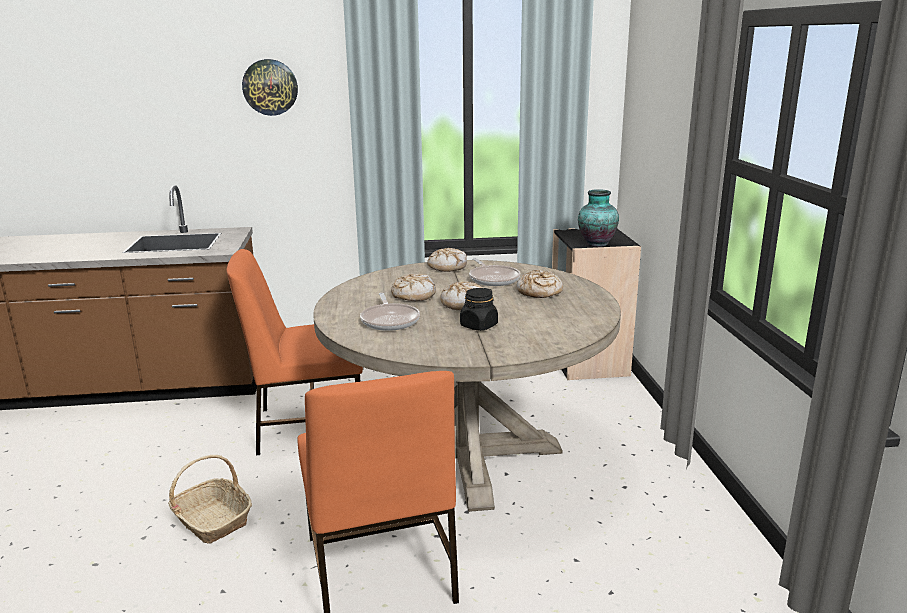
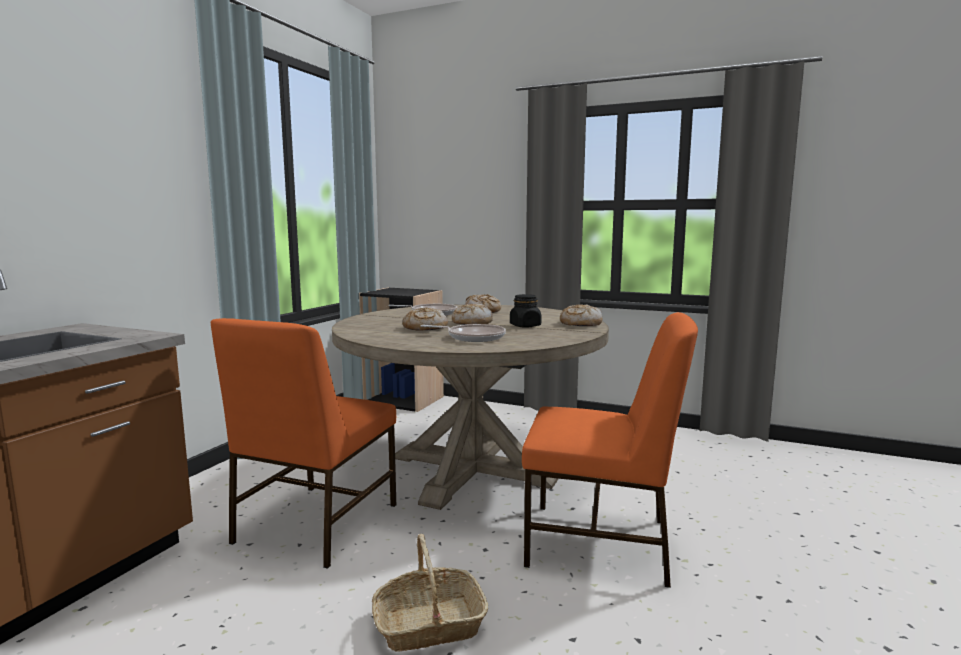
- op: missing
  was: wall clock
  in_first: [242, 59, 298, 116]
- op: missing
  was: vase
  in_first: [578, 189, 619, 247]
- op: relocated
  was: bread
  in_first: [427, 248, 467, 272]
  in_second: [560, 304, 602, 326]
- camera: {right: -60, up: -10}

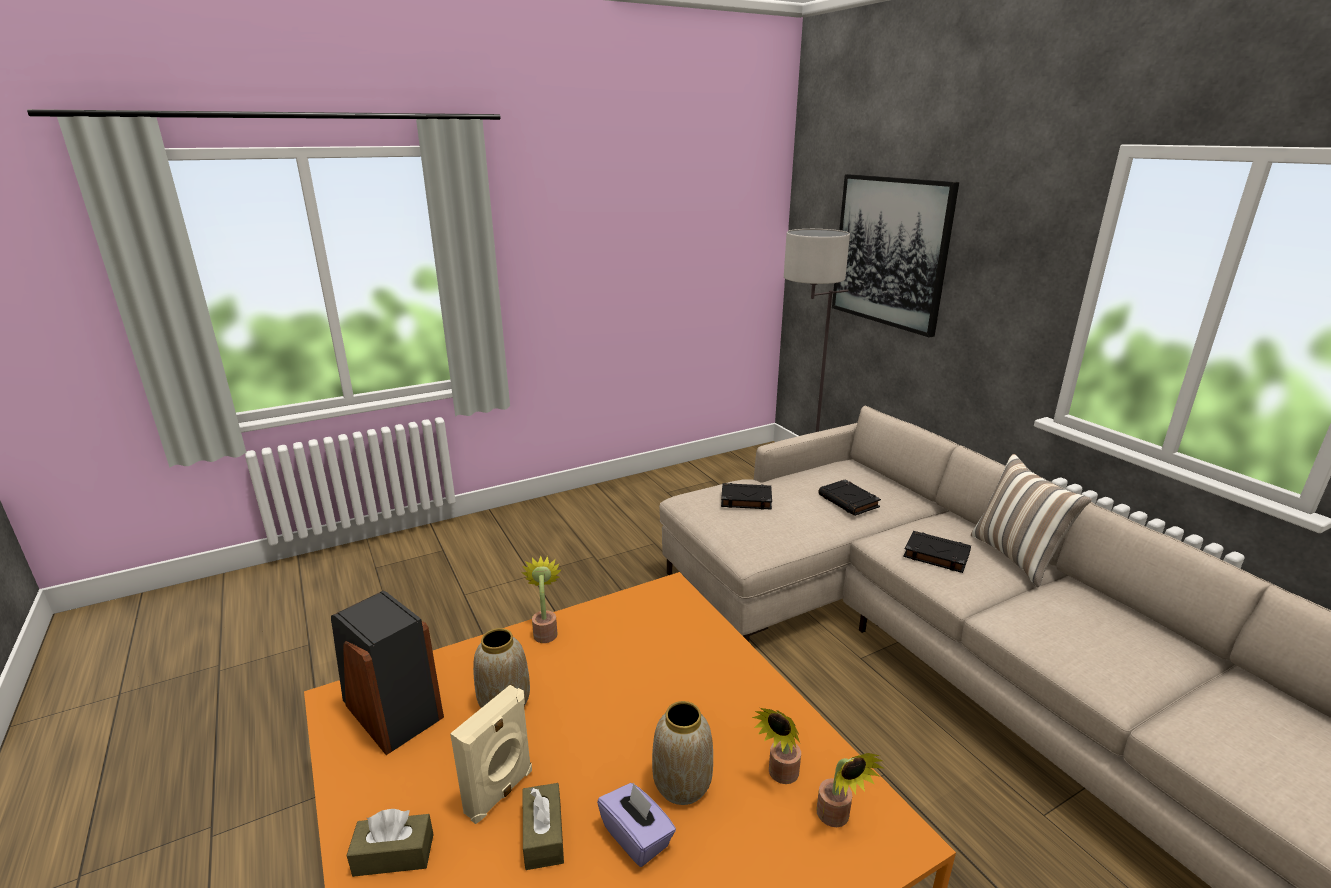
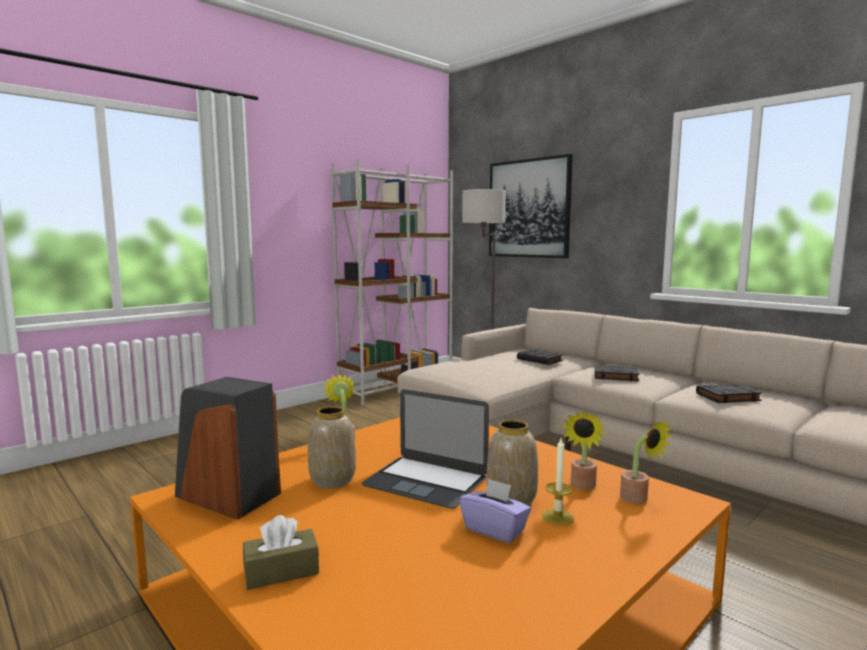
- op: missing
  was: beige speaker
  in_first: [450, 685, 532, 824]
- op: missing
  was: brown tissue box
  in_first: [523, 783, 564, 870]
- op: missing
  was: pillow
  in_first: [971, 454, 1092, 587]
- op: appeared
  now: brown bookcase
  in_second: [331, 159, 453, 406]
- op: appeared
  now: laptop
  in_second: [362, 389, 489, 509]
- op: appeared
  now: candle
  in_second: [542, 438, 574, 525]
- op: relocated
  was: black book
  in_first: [721, 483, 772, 510]
  in_second: [696, 384, 762, 403]
- camera: {right: -15, up: -15}

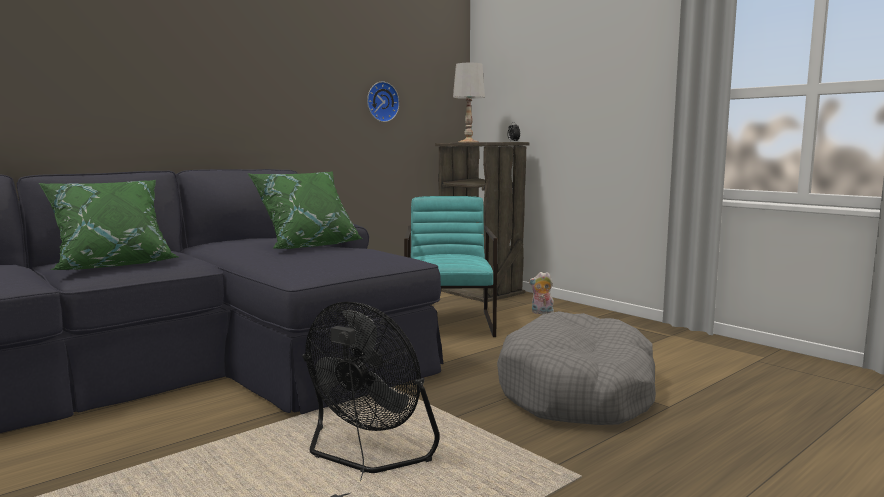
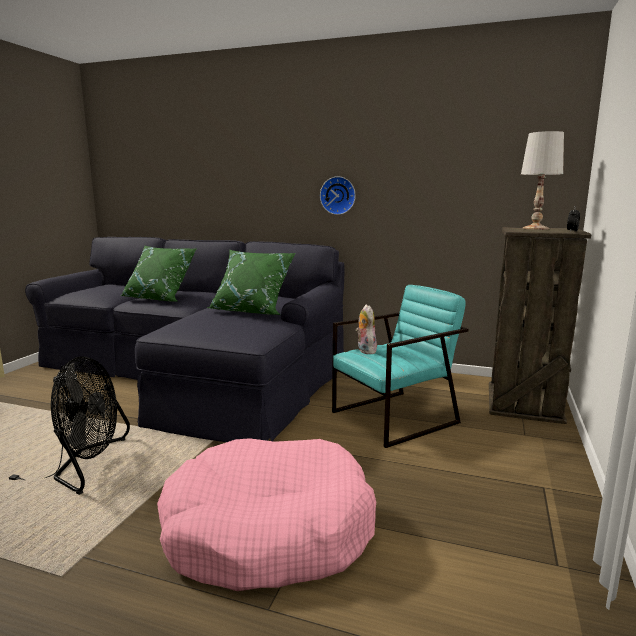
- op: relocated
  was: wall clock
  in_first: [367, 82, 399, 122]
  in_second: [320, 176, 356, 215]
- op: relocated
  was: plush toy
  in_first: [529, 272, 554, 315]
  in_second: [356, 304, 377, 354]
- op: colour
  was: grey dog bed
  now: pink dog bed
  in_first: [497, 311, 656, 425]
  in_second: [157, 438, 376, 591]
- camera: {right: 60, up: 5}

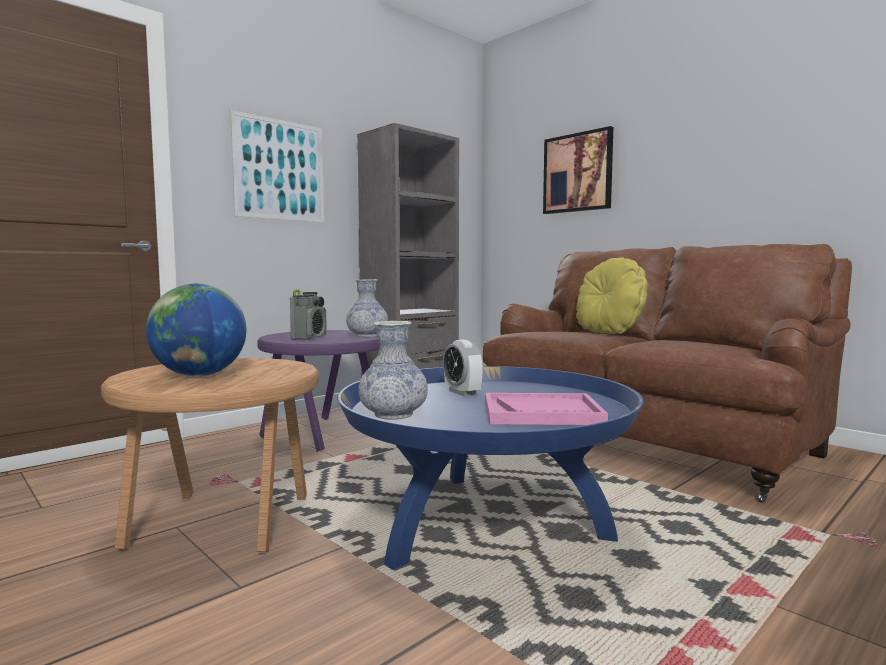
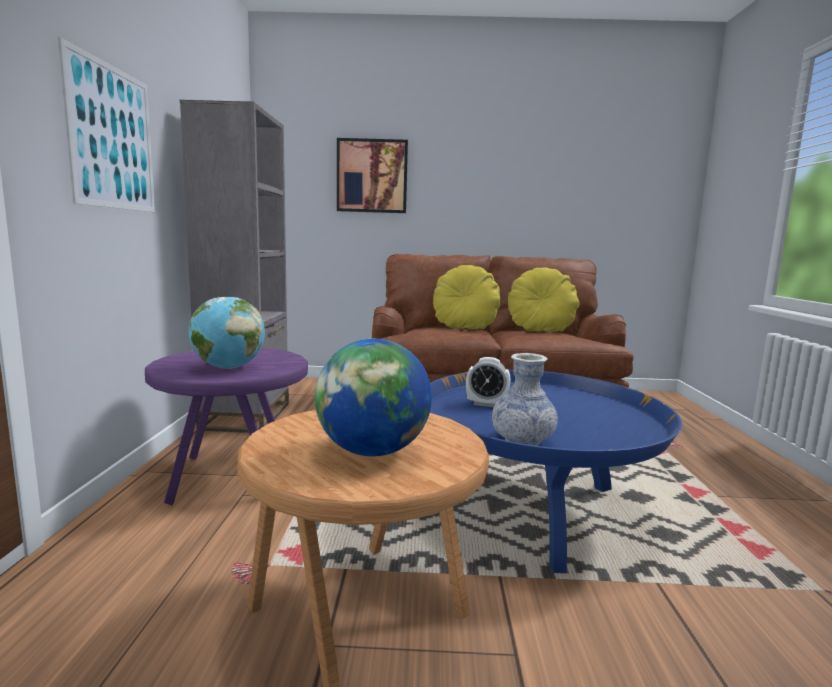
- op: missing
  was: vase
  in_first: [346, 279, 388, 337]
- op: missing
  was: pink tray
  in_first: [485, 393, 608, 425]
- op: appeared
  now: yellow pillow
  in_second: [508, 267, 580, 332]
- op: exchanged
  was: radio
  now: globe
  in_first: [290, 289, 327, 340]
  in_second: [189, 297, 265, 369]
- camera: {right: -45, up: 5}

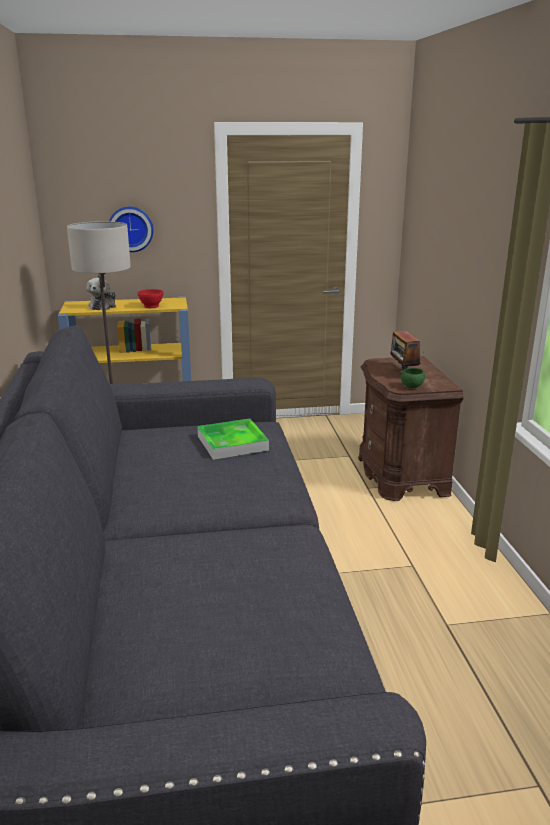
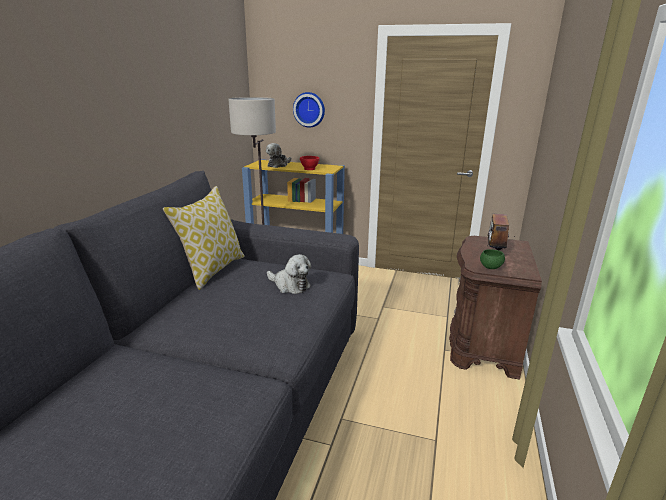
- op: appeared
  now: pillow
  in_second: [163, 186, 245, 290]
- op: exchanged
  was: tray
  now: plush toy
  in_first: [197, 418, 269, 460]
  in_second: [267, 254, 311, 294]
- camera: {right: 25, up: 0}

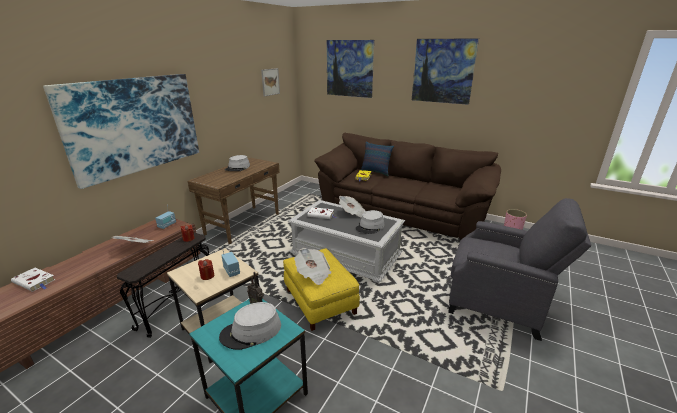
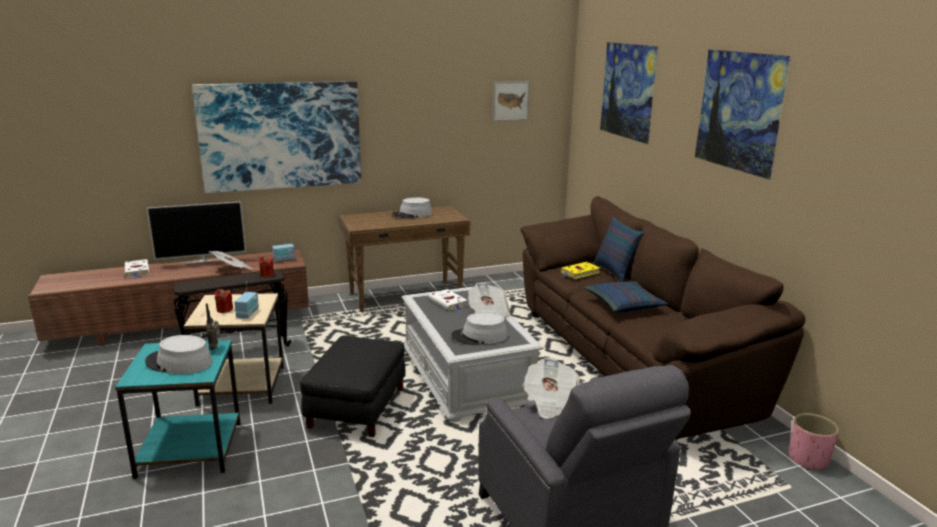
- op: appeared
  now: television
  in_second: [147, 201, 246, 264]
- op: appeared
  now: blue pillow
  in_second: [585, 281, 668, 312]
- op: relocated
  was: newspaper
  in_first: [294, 248, 332, 285]
  in_second: [523, 358, 580, 419]
- op: colour
  was: yellow ottoman
  now: black ottoman
  in_first: [283, 248, 360, 331]
  in_second: [300, 335, 405, 437]
- camera: {right: 40, up: -5}

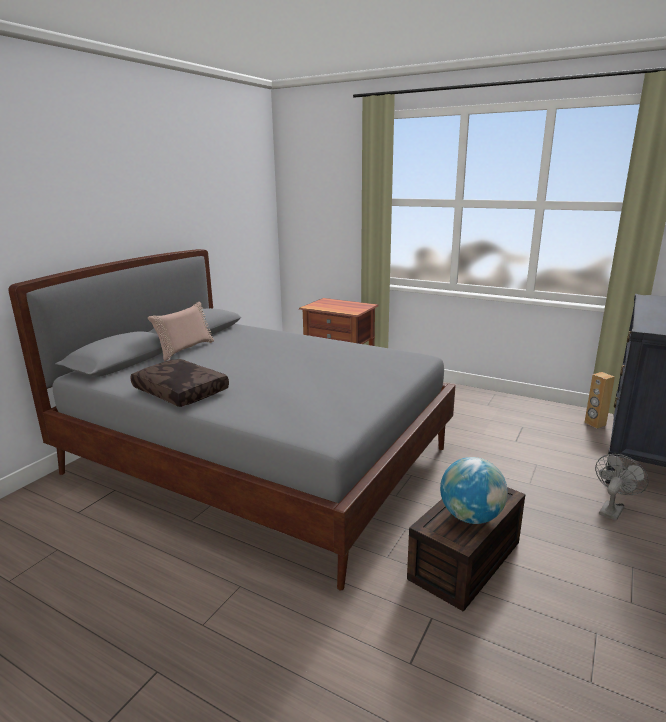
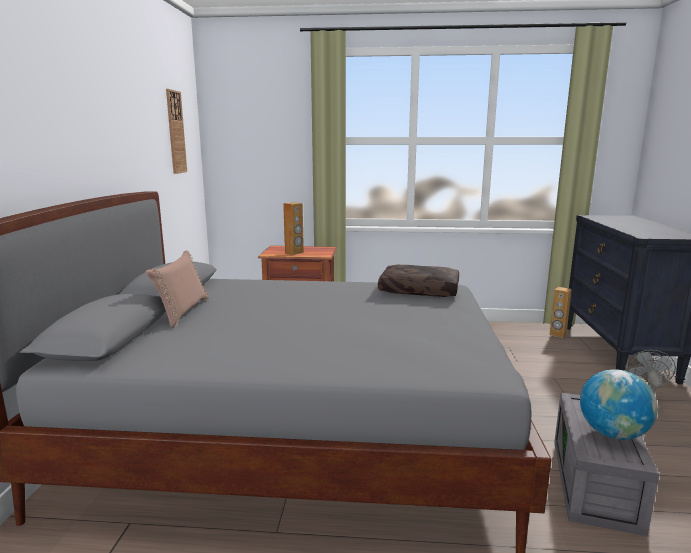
- op: appeared
  now: wall clock
  in_second: [166, 89, 187, 174]
- op: appeared
  now: brown speaker
  in_second: [283, 202, 304, 255]
- op: relocated
  was: brown pillow
  in_first: [130, 359, 229, 407]
  in_second: [378, 265, 459, 297]
- op: colour
  was: brown storage box
  now: grey storage box
  in_first: [407, 487, 525, 612]
  in_second: [554, 393, 659, 536]
- camera: {right: -25, up: -5}

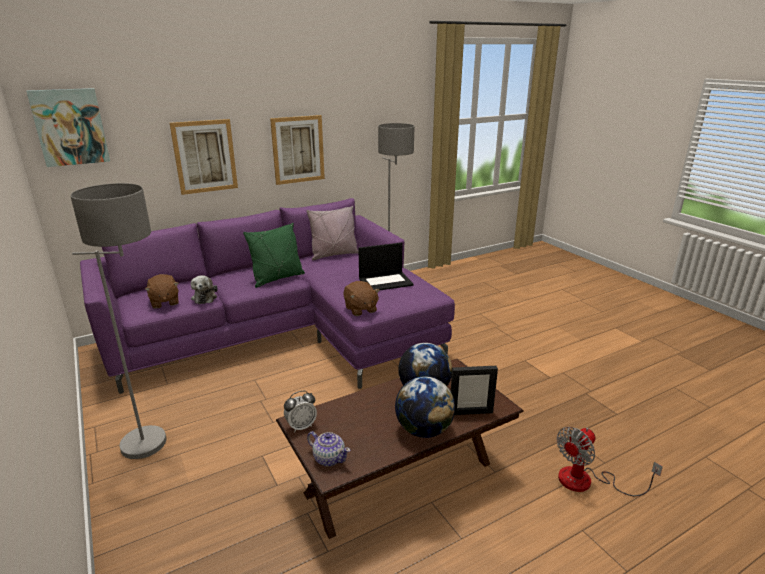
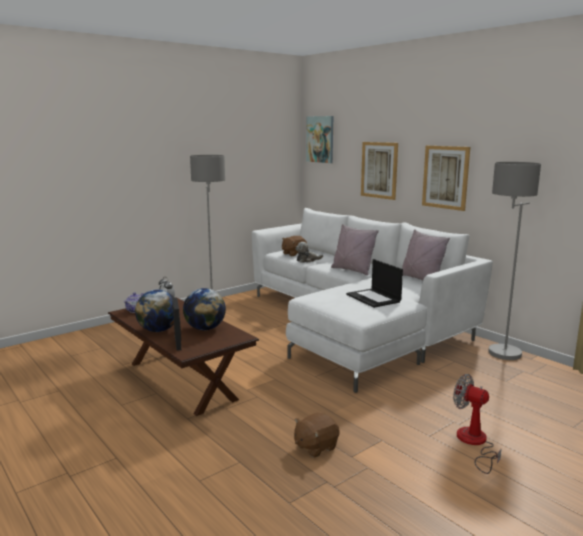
- op: relocated
  was: brown plush toy
  in_first: [343, 281, 380, 316]
  in_second: [294, 413, 340, 458]
- op: relocated
  was: fan
  in_first: [557, 427, 663, 496]
  in_second: [453, 374, 502, 474]
- op: colour
  was: purple sofa
  now: white sofa
  in_first: [80, 198, 455, 394]
  in_second: [252, 208, 493, 393]
- op: colour
  was: green pillow
  now: purple pillow
  in_first: [243, 223, 305, 288]
  in_second: [331, 224, 379, 275]
- camera: {right: 80, up: -10}

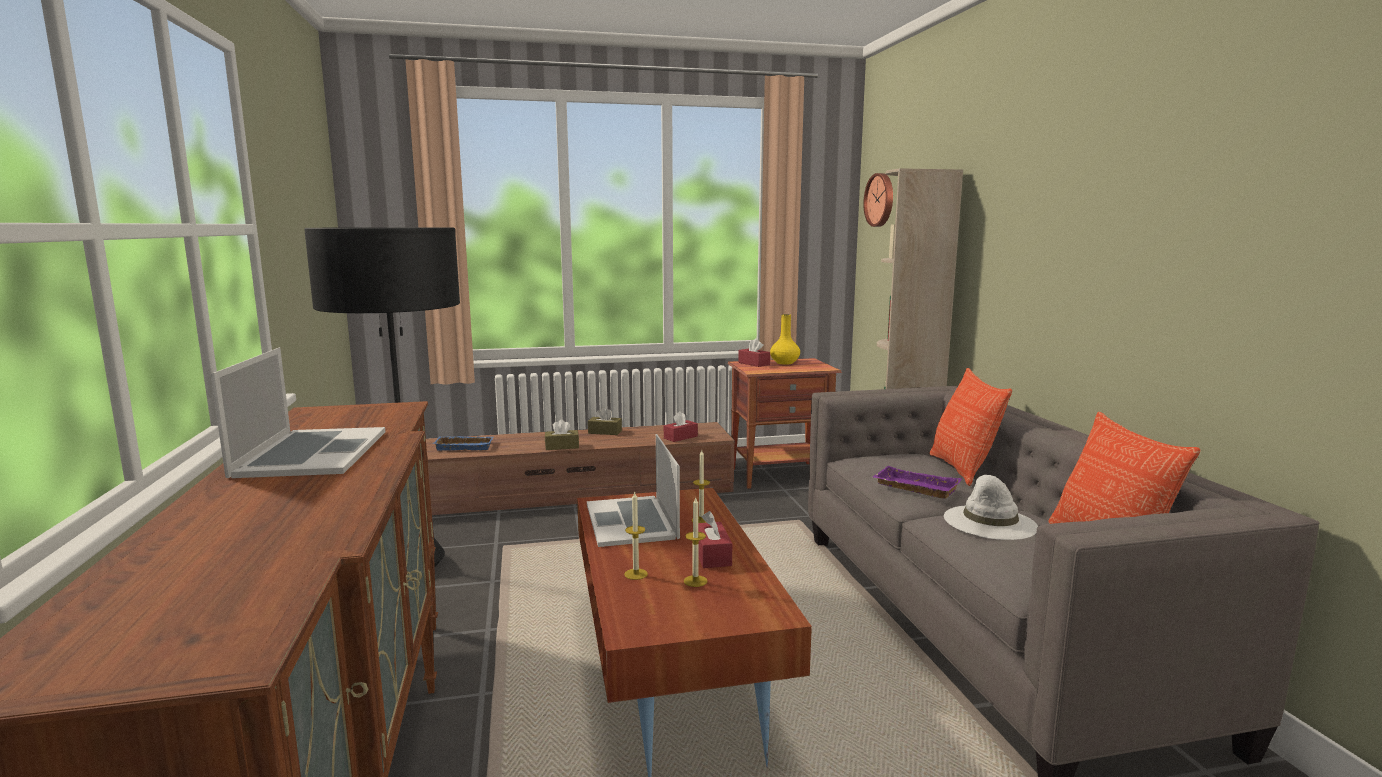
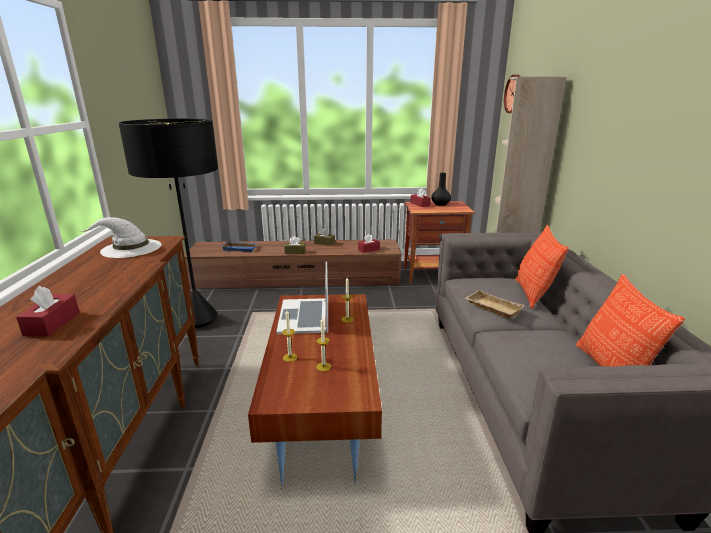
- op: missing
  was: laptop
  in_first: [211, 347, 385, 478]
- op: relocated
  was: red tissue box
  in_first: [698, 511, 732, 568]
  in_second: [16, 286, 79, 337]
- op: relocated
  was: white hat
  in_first: [944, 475, 1038, 540]
  in_second: [82, 217, 162, 258]
- op: colour
  was: yellow vase
  now: black vase
  in_first: [770, 314, 800, 365]
  in_second: [431, 173, 451, 206]
- op: colour
  was: purple tray
  now: beige tray
  in_first: [873, 466, 961, 499]
  in_second: [465, 290, 525, 319]
- camera: {right: 10, up: 10}

